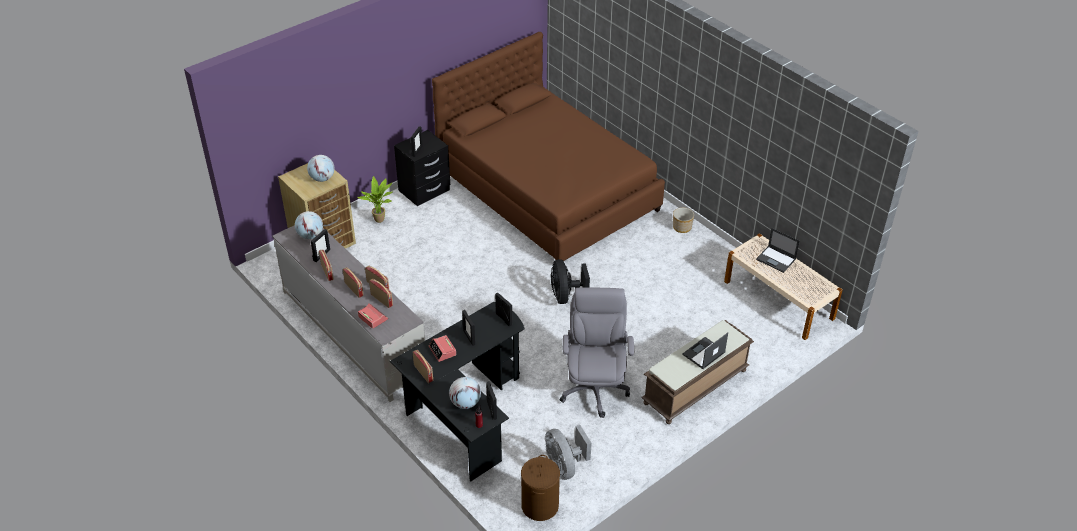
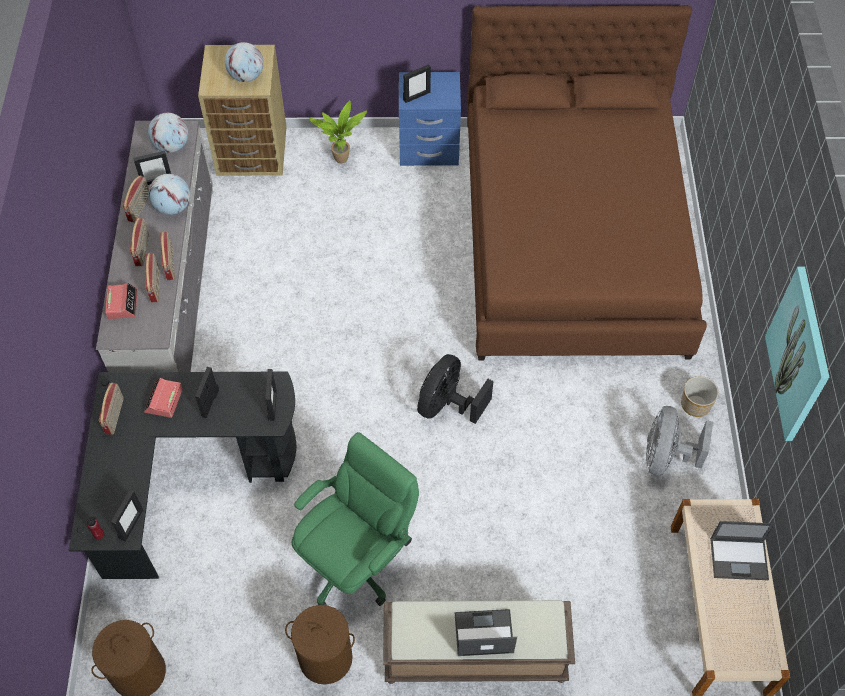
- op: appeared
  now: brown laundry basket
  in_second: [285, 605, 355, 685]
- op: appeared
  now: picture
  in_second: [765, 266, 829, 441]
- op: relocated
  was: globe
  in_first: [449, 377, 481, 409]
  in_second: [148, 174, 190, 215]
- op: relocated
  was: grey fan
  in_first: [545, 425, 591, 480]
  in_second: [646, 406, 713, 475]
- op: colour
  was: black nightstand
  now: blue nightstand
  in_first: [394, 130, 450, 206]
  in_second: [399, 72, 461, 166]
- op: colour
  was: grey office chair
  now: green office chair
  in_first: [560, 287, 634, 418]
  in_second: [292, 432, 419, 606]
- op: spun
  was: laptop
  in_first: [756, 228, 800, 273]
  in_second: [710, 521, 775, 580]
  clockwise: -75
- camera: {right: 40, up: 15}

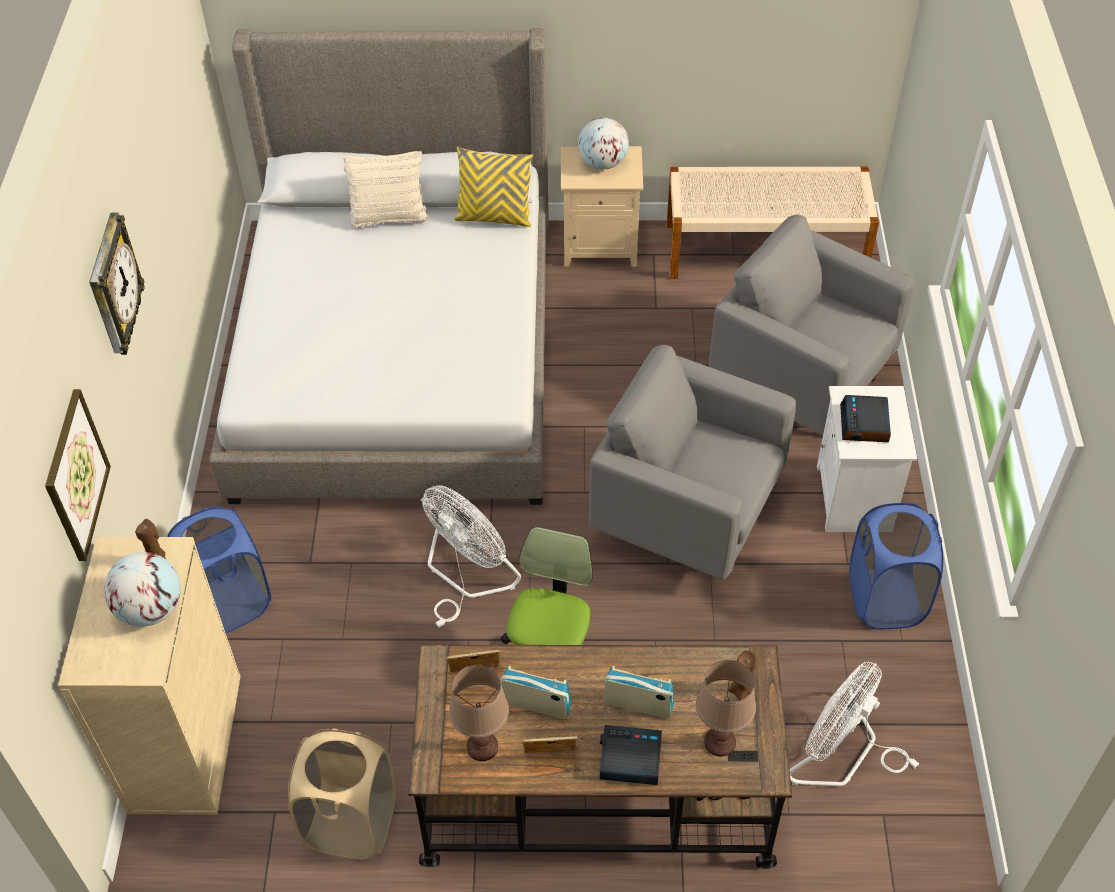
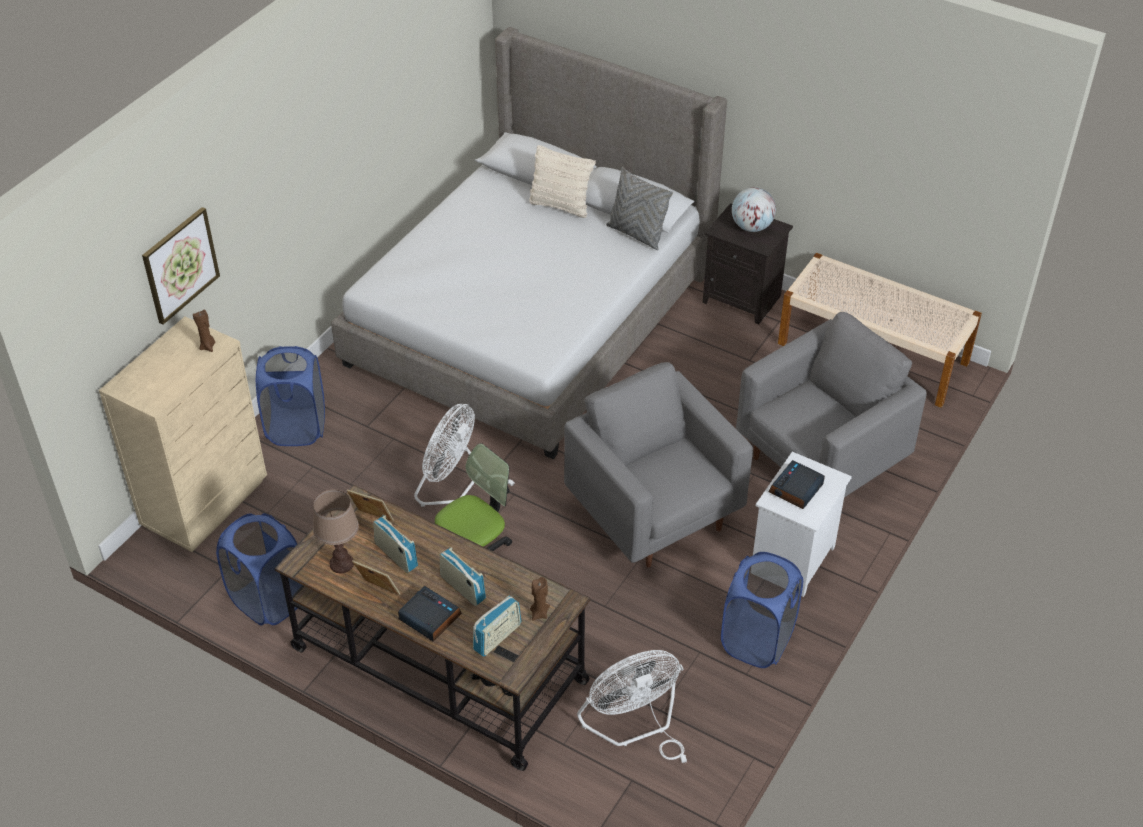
- op: missing
  was: wall clock
  in_first: [89, 212, 145, 355]
- op: missing
  was: globe
  in_first: [104, 552, 181, 627]
- op: exchanged
  was: brown table lamp
  now: radio
  in_first: [696, 660, 756, 757]
  in_second: [473, 596, 521, 657]
- op: colour
  was: beige laundry basket
  now: blue laundry basket
  in_first: [288, 729, 395, 860]
  in_second: [216, 513, 302, 626]
- op: colour
  was: yellow pillow
  now: grey pillow
  in_first: [455, 146, 533, 227]
  in_second: [606, 167, 673, 250]
- op: colour
  was: beige nightstand
  now: black nightstand
  in_first: [561, 146, 643, 267]
  in_second: [703, 203, 793, 324]
- op: spun
  was: white fan
  in_first: [420, 485, 521, 628]
  in_second: [414, 404, 514, 507]
  clockwise: -135
- op: spun
  was: grey armchair
  in_first: [708, 215, 915, 436]
  in_second: [736, 312, 927, 497]
  clockwise: 75
- camera: {right: 30, up: -5}

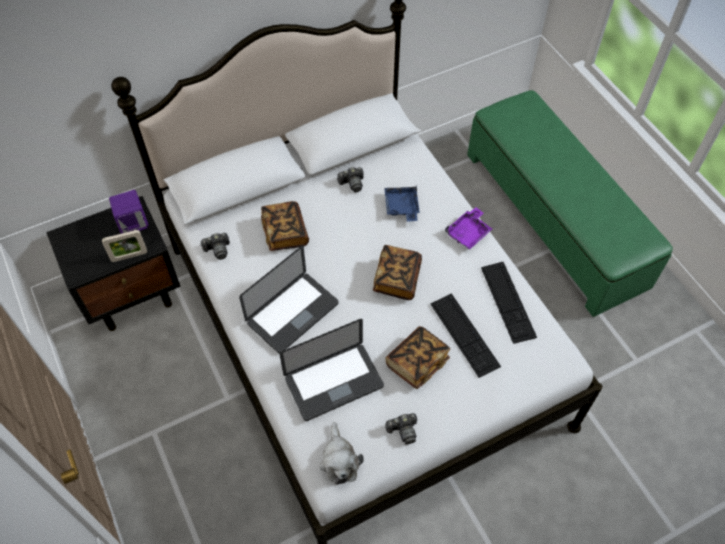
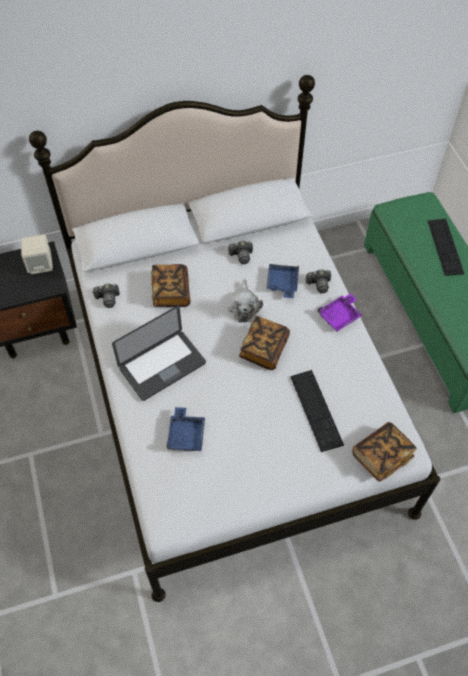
- op: missing
  was: picture frame
  in_first: [102, 230, 147, 262]
- op: relocated
  was: plush toy
  in_first: [319, 422, 364, 485]
  in_second: [228, 279, 263, 322]
- op: relocated
  was: book
  in_first: [385, 326, 450, 389]
  in_second: [352, 422, 417, 482]
- op: relocated
  was: photo camera
  in_first: [385, 413, 417, 445]
  in_second: [306, 269, 331, 294]
- op: relocated
  was: keyboard
  in_first: [481, 262, 537, 344]
  in_second: [428, 219, 464, 276]
- op: exchanged
  was: laptop
  now: blue tray
  in_first: [280, 319, 384, 421]
  in_second: [167, 407, 205, 451]
- op: colour
  was: purple speaker
  now: beige speaker
  in_first: [109, 190, 148, 233]
  in_second: [21, 234, 53, 274]
- camera: {right: 10, up: 0}

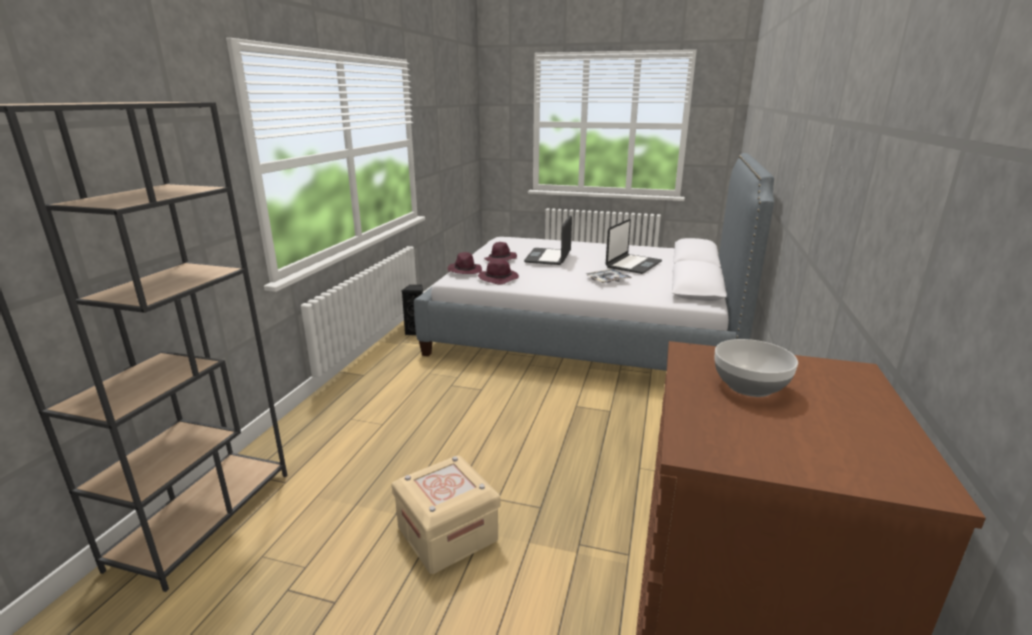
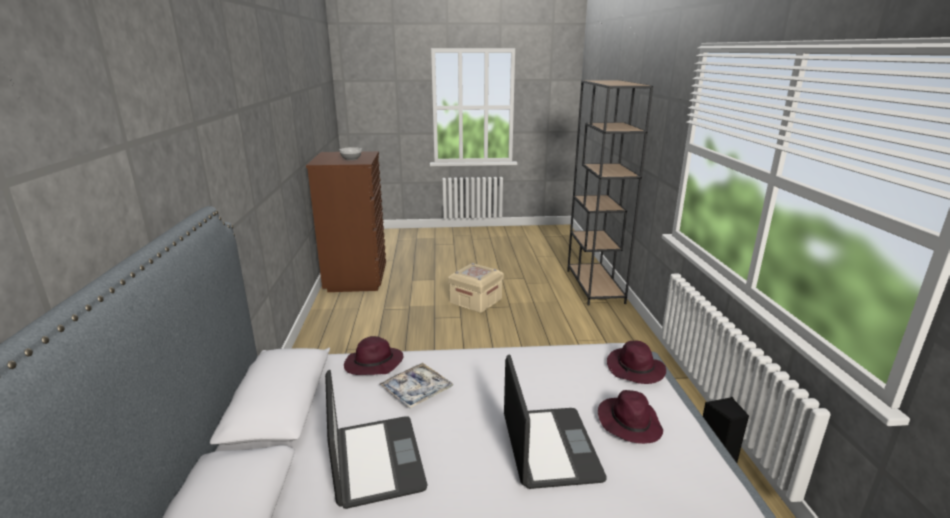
- op: relocated
  was: purple hat
  in_first: [478, 259, 519, 285]
  in_second: [344, 336, 403, 375]
- op: spun
  was: laptop
  in_first: [606, 219, 662, 274]
  in_second: [325, 370, 427, 509]
  clockwise: 150
- camera: {right: 160, up: 0}

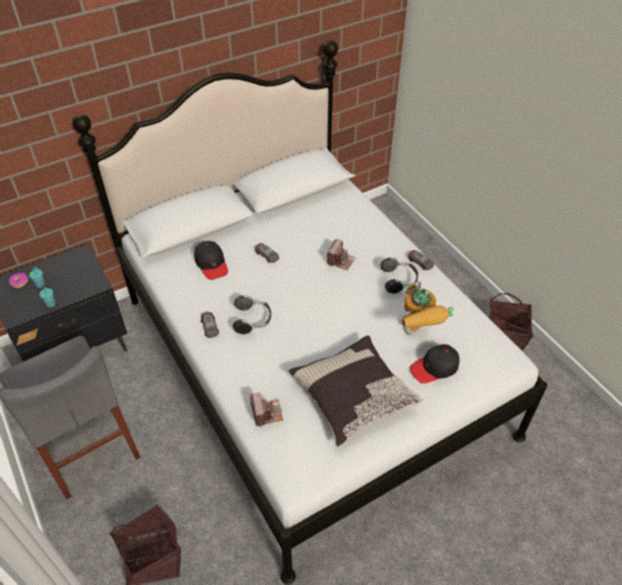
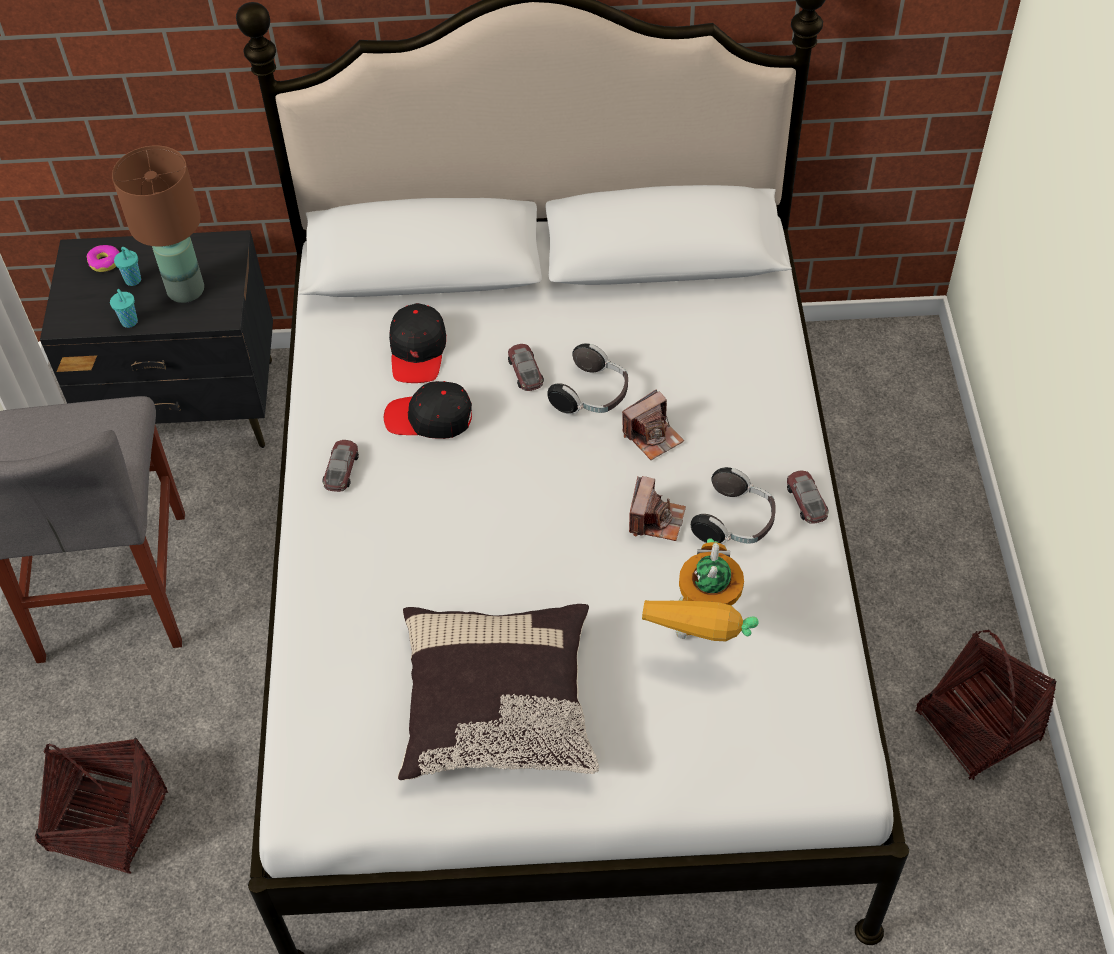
- op: appeared
  now: brown table lamp
  in_second: [112, 145, 204, 303]
- op: relocated
  was: headphones
  in_first: [233, 295, 271, 335]
  in_second: [547, 343, 628, 415]
- op: relocated
  was: photo camera
  in_first: [250, 392, 283, 427]
  in_second: [629, 476, 686, 541]
- op: relocated
  was: black cap
  in_first: [410, 344, 460, 384]
  in_second: [384, 381, 472, 439]
- camera: {right: 30, up: 5}

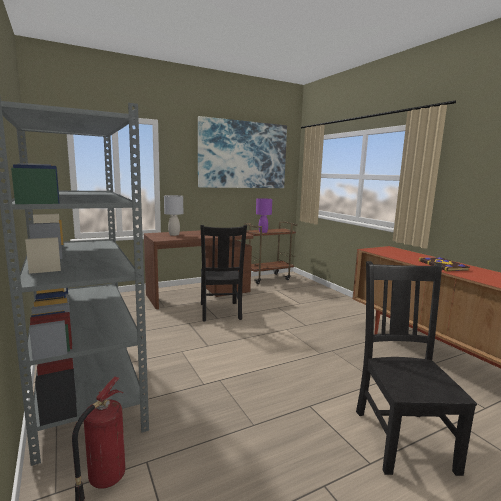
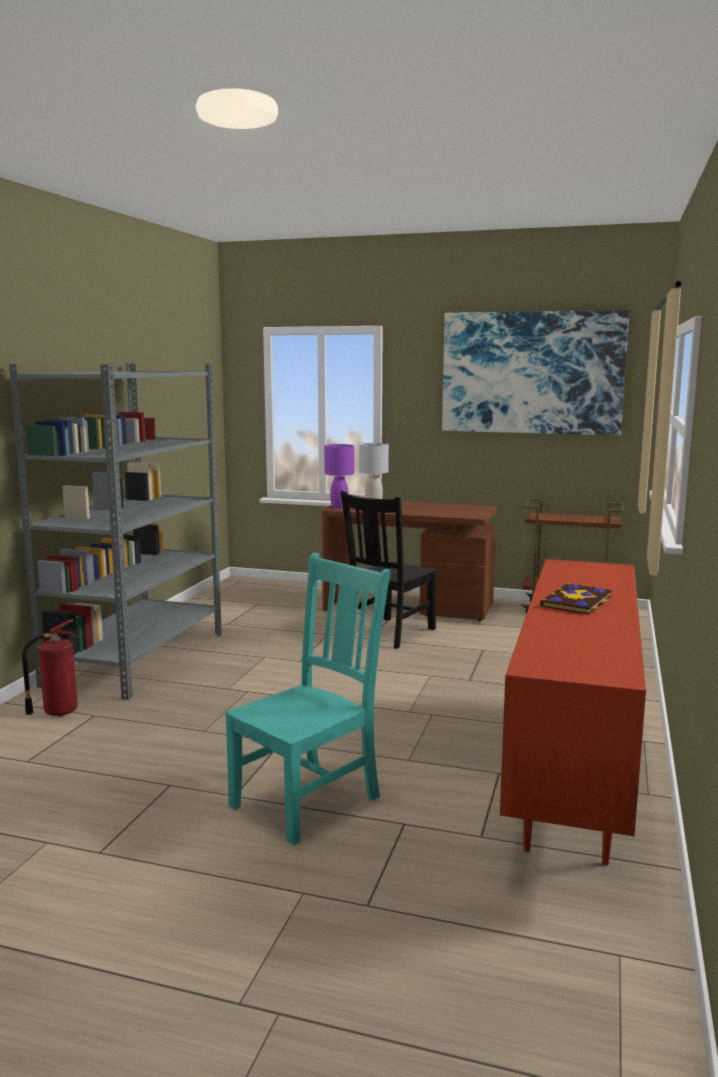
- op: relocated
  was: purple table lamp
  in_first: [256, 198, 272, 233]
  in_second: [324, 444, 354, 508]
- op: colour
  was: black chair
  now: turquoise chair
  in_first: [356, 261, 477, 476]
  in_second: [225, 553, 391, 845]
- camera: {right: 45, up: 0}

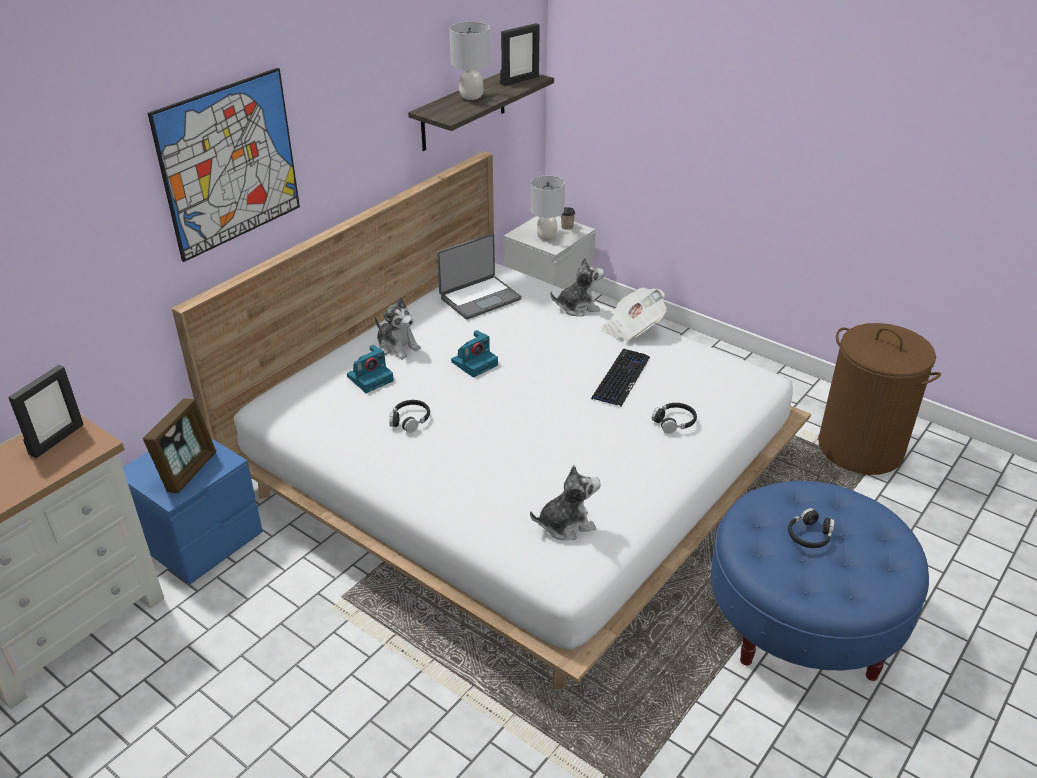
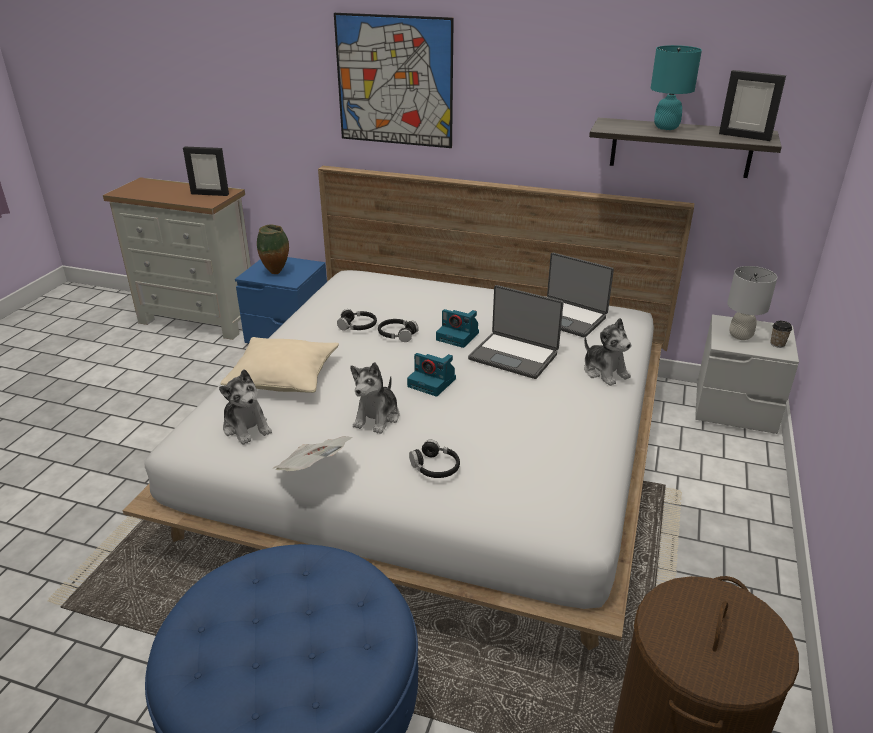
- op: missing
  was: keyboard
  in_first: [591, 349, 650, 406]
- op: appeared
  now: beige pillow
  in_second: [221, 337, 339, 393]
- op: appeared
  now: laptop
  in_second: [468, 285, 563, 379]
- op: relocated
  was: photo camera
  in_first: [347, 345, 394, 393]
  in_second: [407, 353, 456, 397]
- op: relocated
  was: plush toy
  in_first: [375, 297, 421, 360]
  in_second: [350, 362, 399, 434]
- op: relocated
  was: newspaper
  in_first: [601, 287, 667, 341]
  in_second: [274, 436, 353, 471]
- op: relocated
  was: black headphones
  in_first: [788, 508, 835, 548]
  in_second: [378, 319, 419, 342]
- op: exchanged
  was: picture frame
  now: vase
  in_first: [143, 398, 216, 493]
  in_second: [257, 225, 289, 274]
- op: colour
  was: grey table lamp
  now: turquoise table lamp
  in_first: [449, 22, 490, 100]
  in_second: [651, 45, 702, 130]
- camera: {right: 70, up: -5}

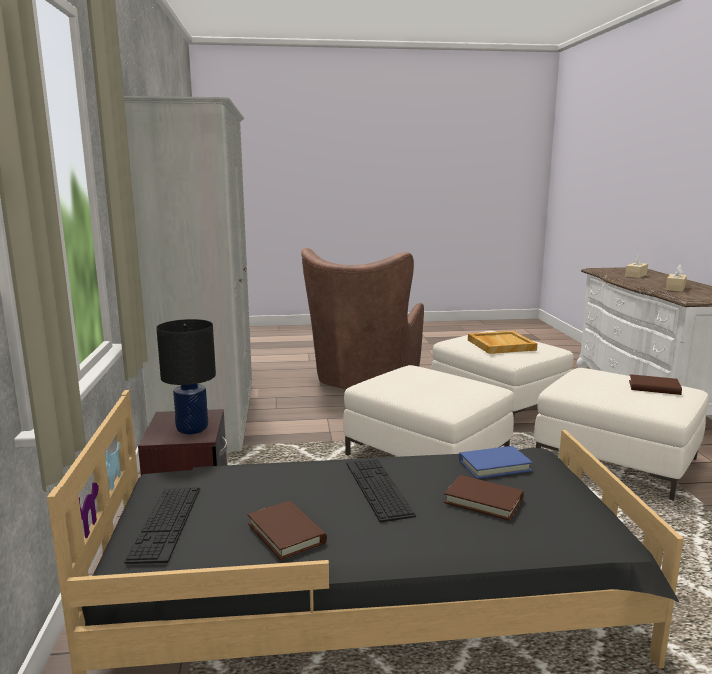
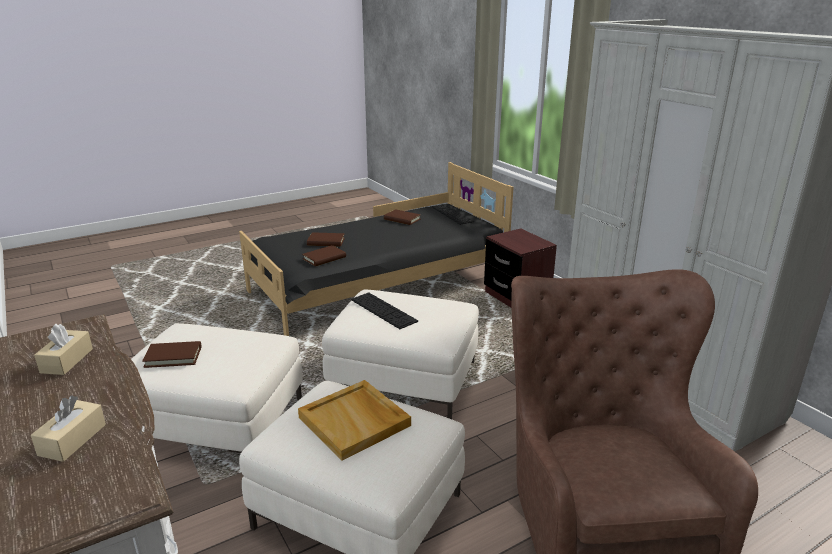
- op: missing
  was: black table lamp
  in_first: [156, 319, 216, 435]
- op: relocated
  was: keyboard
  in_first: [346, 459, 416, 523]
  in_second: [351, 292, 418, 329]
- op: colour
  was: blue book
  now: brown book
  in_first: [459, 446, 533, 479]
  in_second: [302, 245, 346, 266]
- camera: {right: 155, up: 10}

